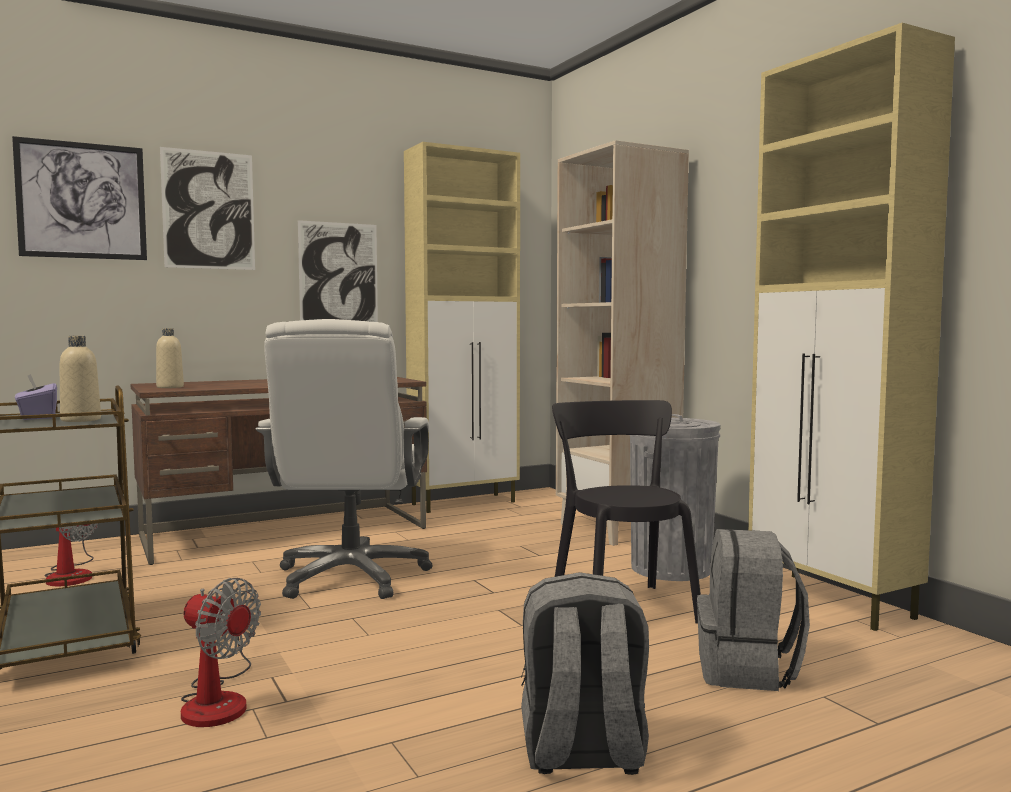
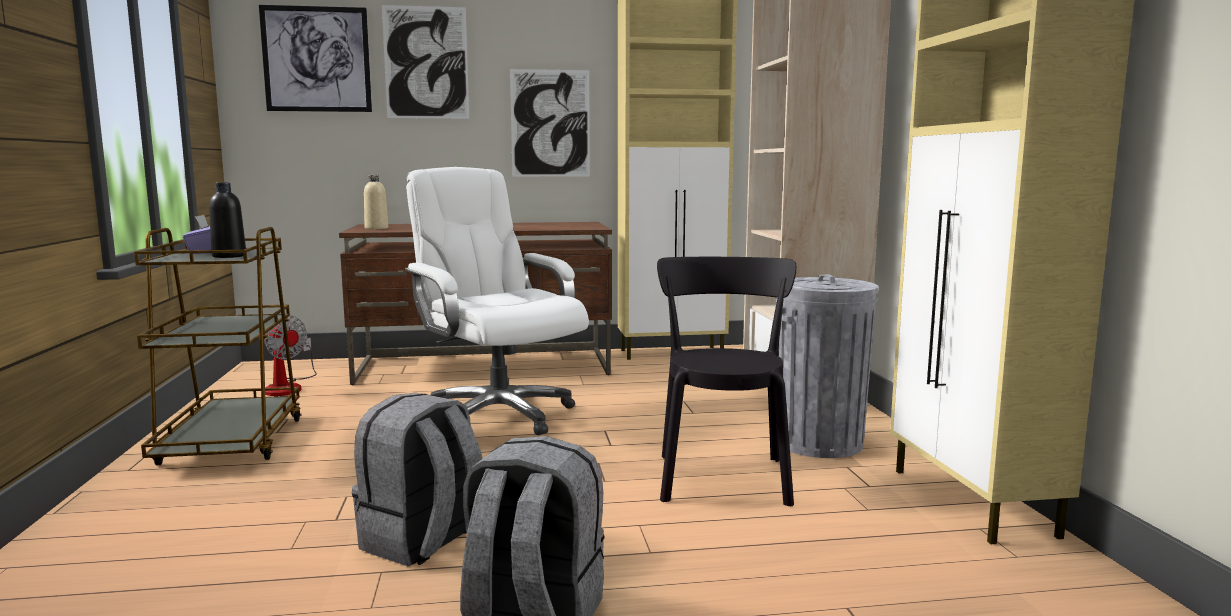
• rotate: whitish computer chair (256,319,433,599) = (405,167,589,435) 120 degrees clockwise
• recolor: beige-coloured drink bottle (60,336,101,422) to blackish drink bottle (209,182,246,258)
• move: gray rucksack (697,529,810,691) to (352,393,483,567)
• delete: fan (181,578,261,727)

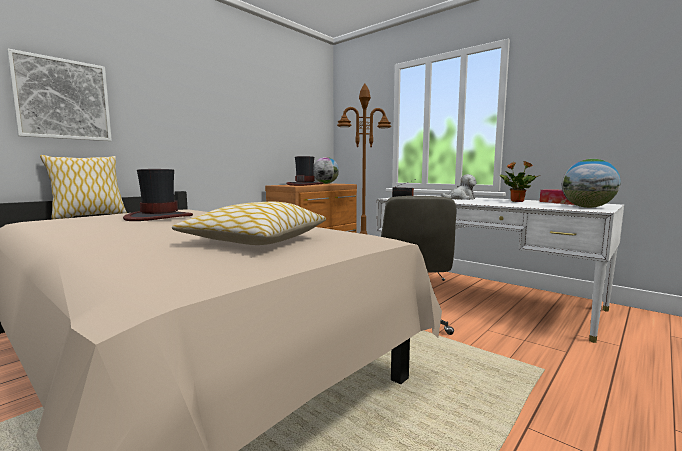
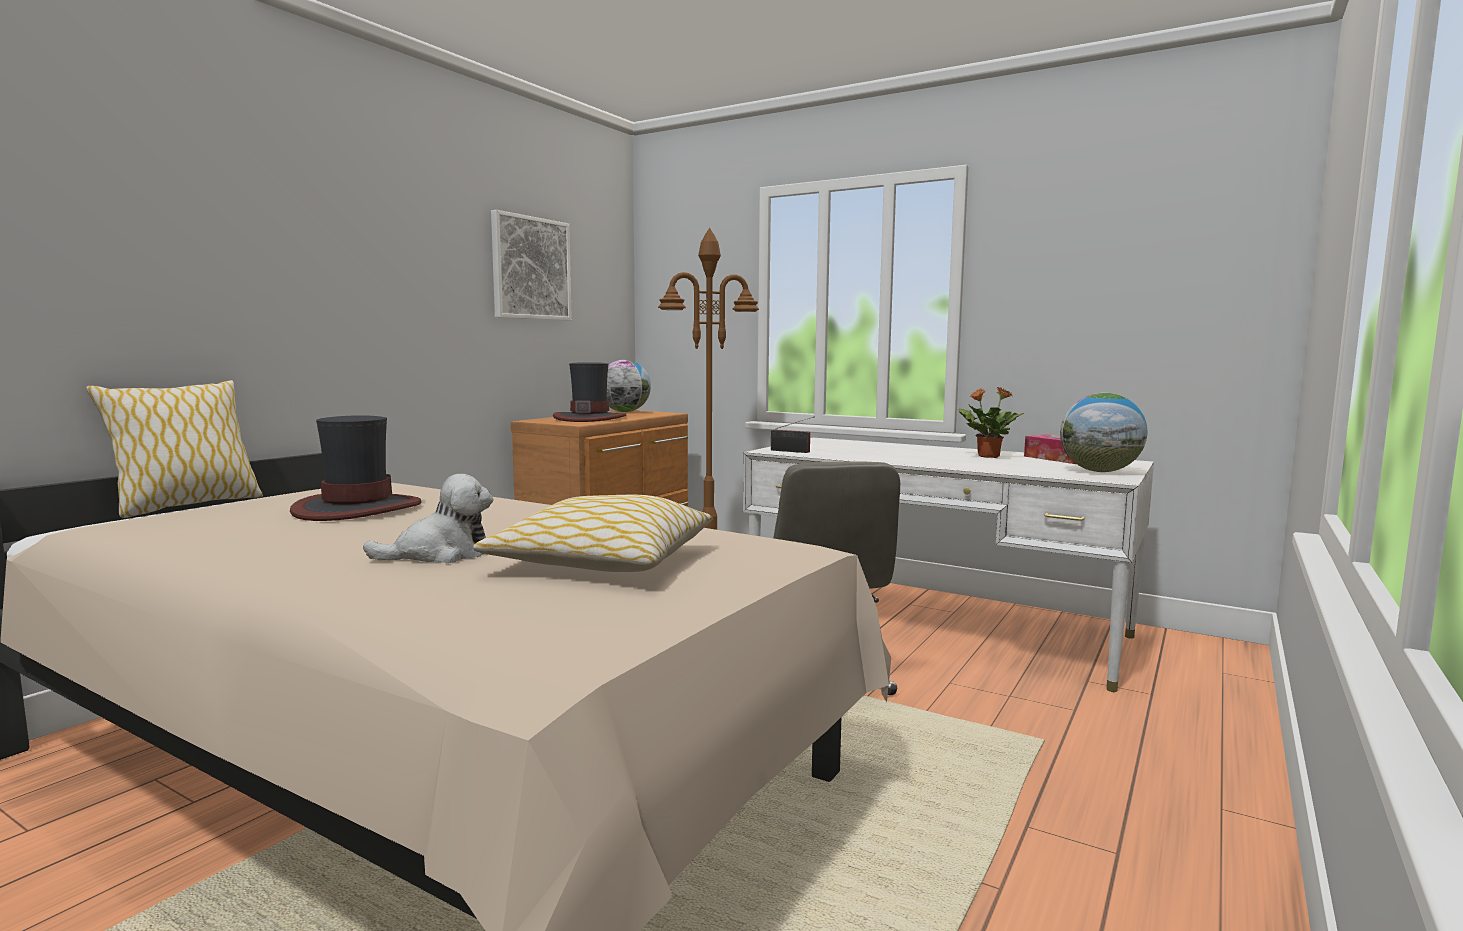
• move: picture (7,49,112,141) to (491,210,572,320)
• move: soft toy (441,174,477,200) to (363,474,494,563)

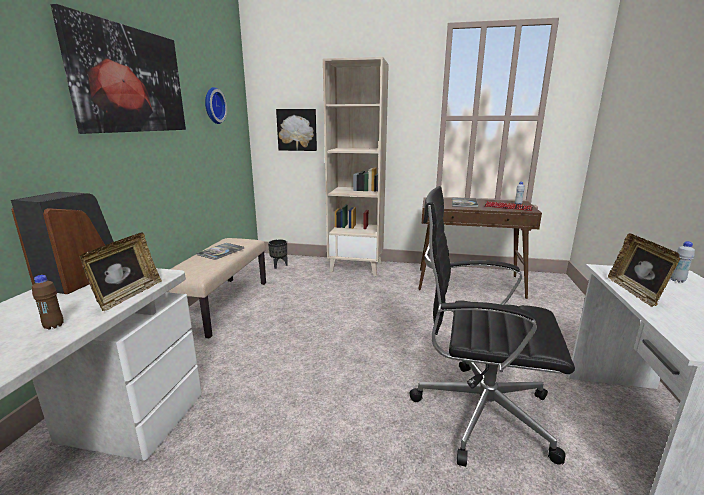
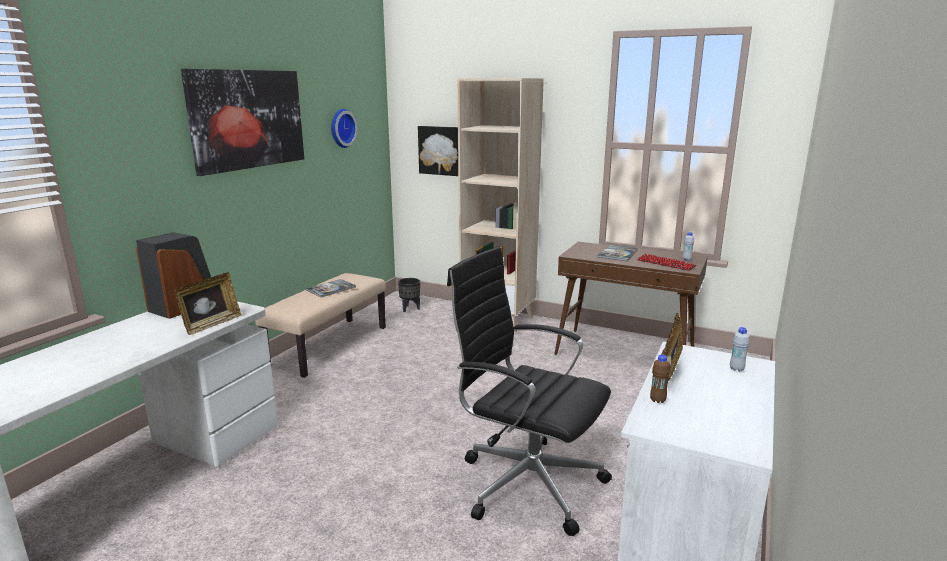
• move: brown drink bottle (32,275,64,330) to (650,354,670,403)

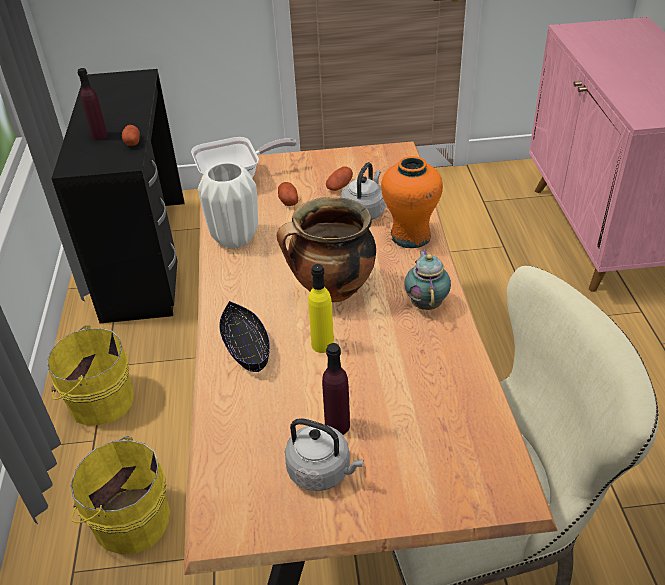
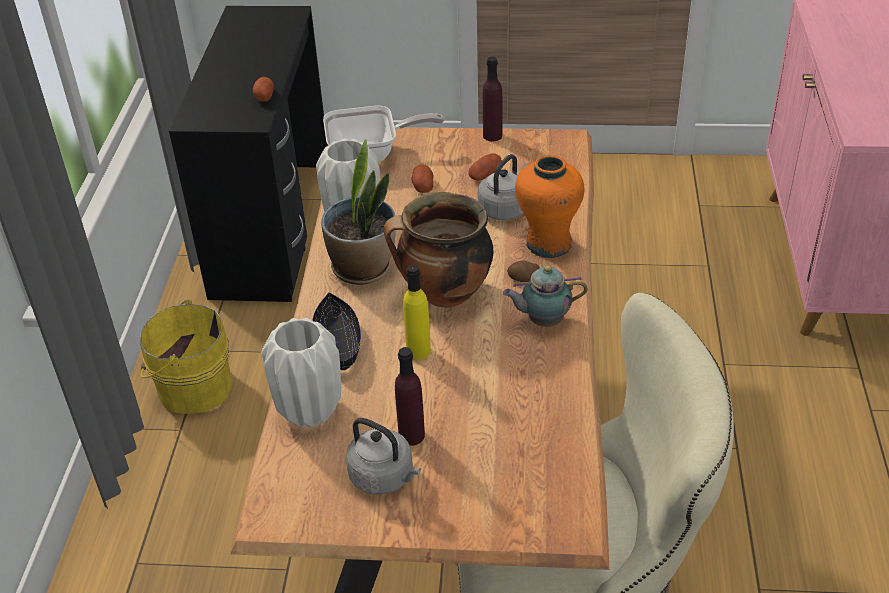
• move: purple drink bottle (78,68,108,140) to (483,57,502,141)
• rotate: tea pot (404,249,451,310) = (503,266,587,327) 105 degrees counterclockwise
• delete: yellow bucket (71,436,170,554)
• insert: potted plant (321,140,396,285)
• insert: spud (507,261,540,282)
• insert: whitish decorative vase (261,318,341,428)

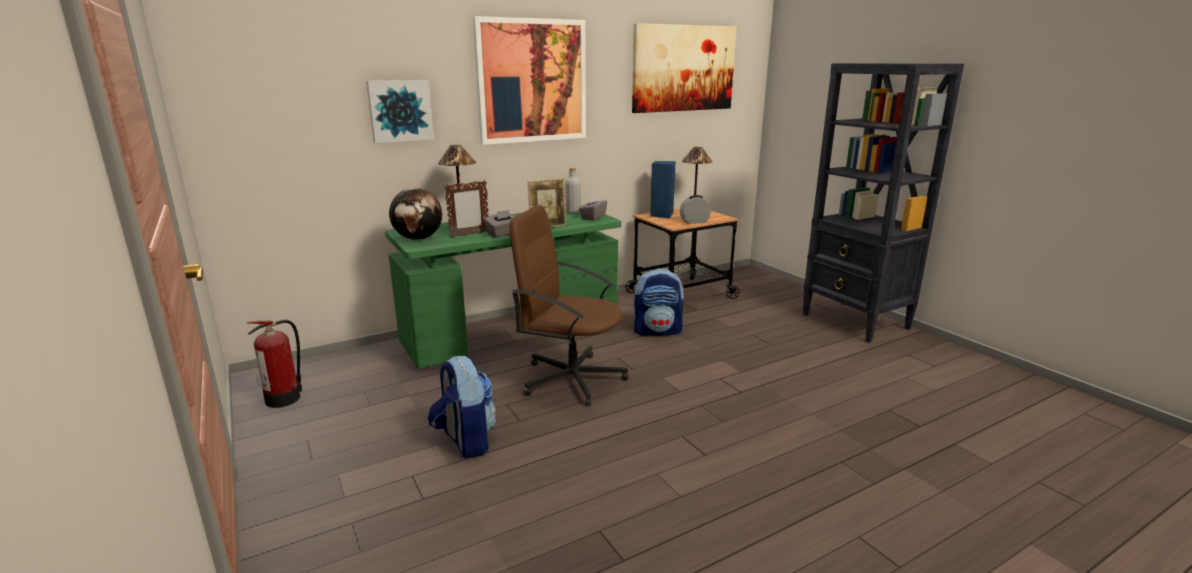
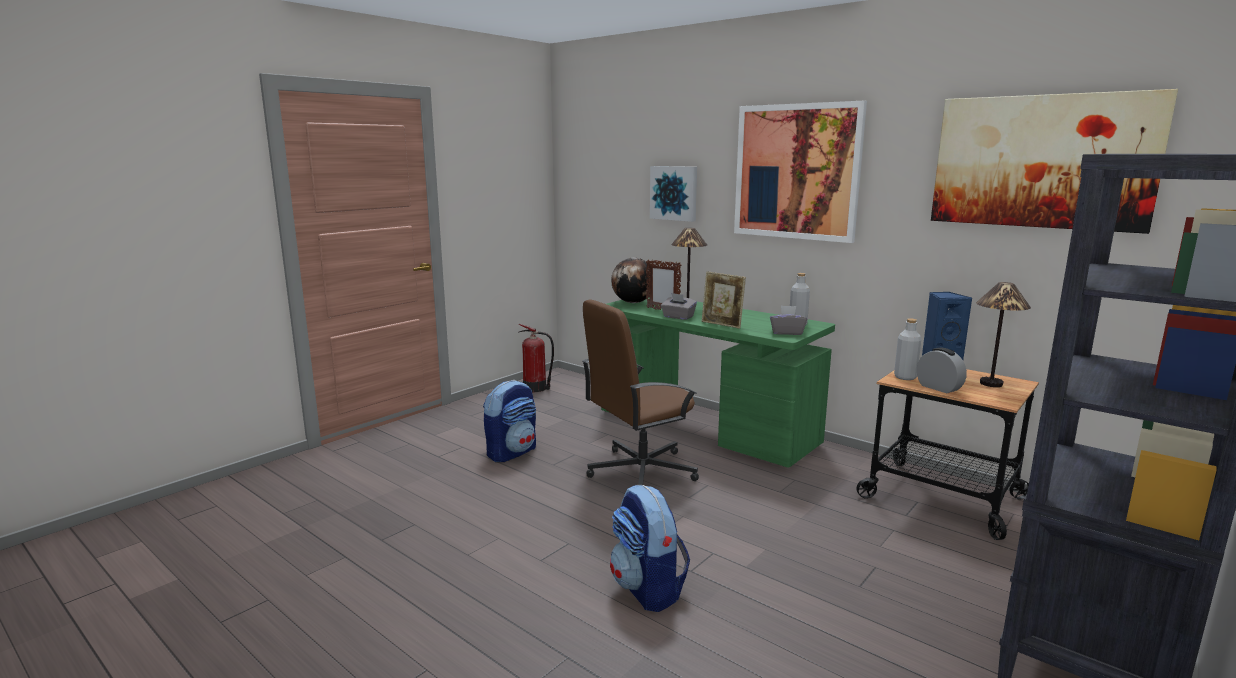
• rotate: brown computer chair (509,205,629,406) = (582,299,699,485) 120 degrees counterclockwise
• move: rucksack (634,269,684,336) to (610,485,690,612)
• insert: gray drink bottle (894,319,921,380)

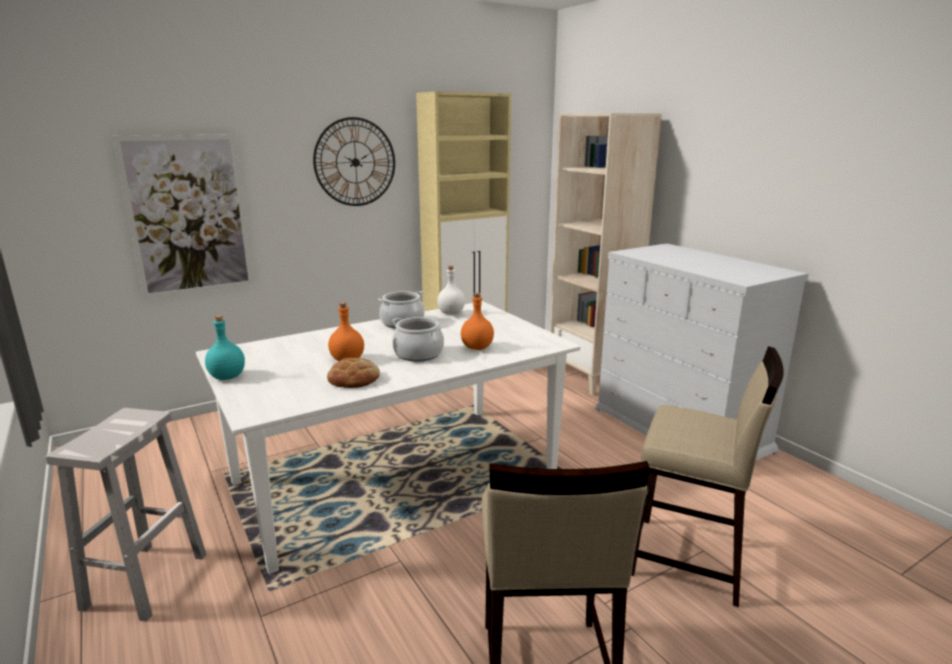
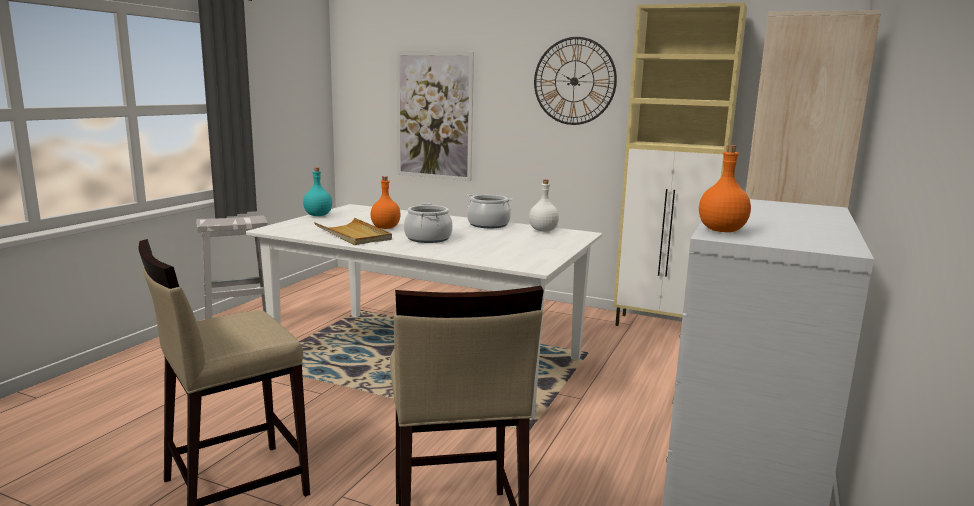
• move: orange-coloured drink bottle (461,293,494,350) to (699,145,751,232)
• replace: bread (327,358,380,388) to beige-coloured carrying tray (314,218,392,245)

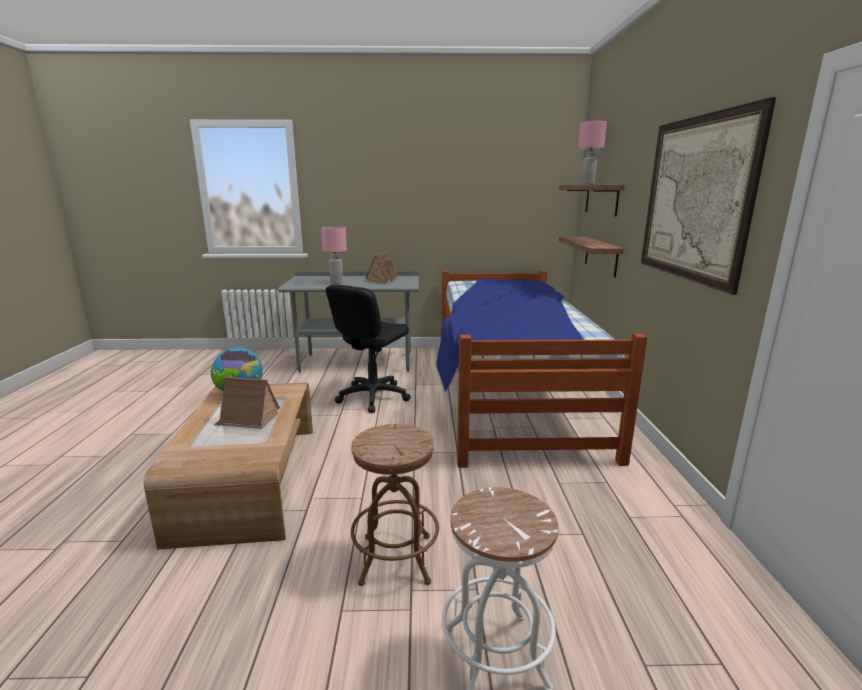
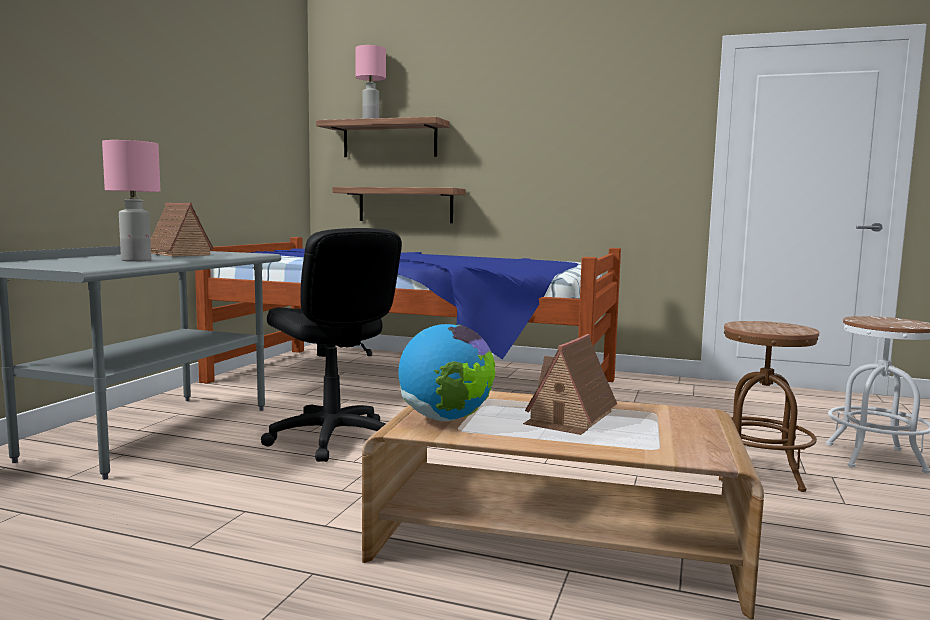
• delete: picture (641,97,776,295)

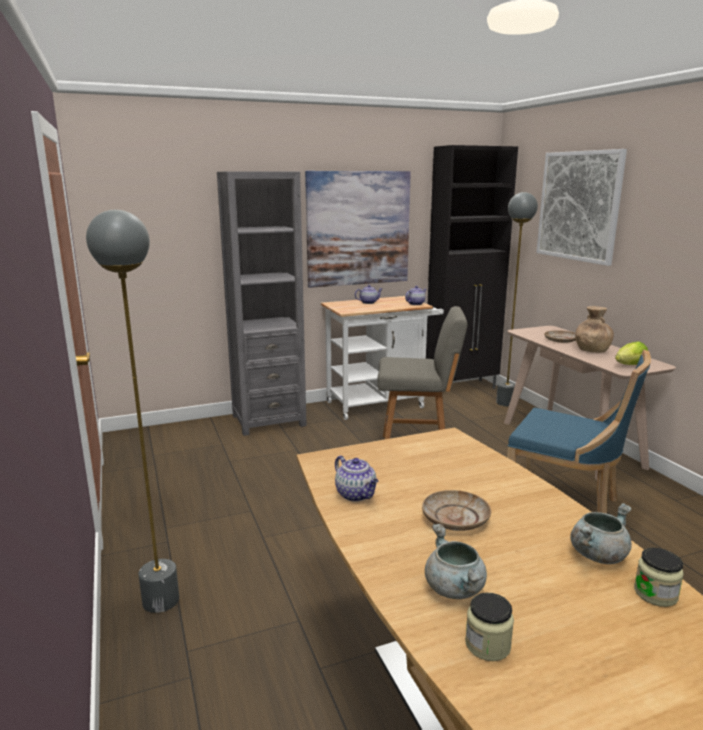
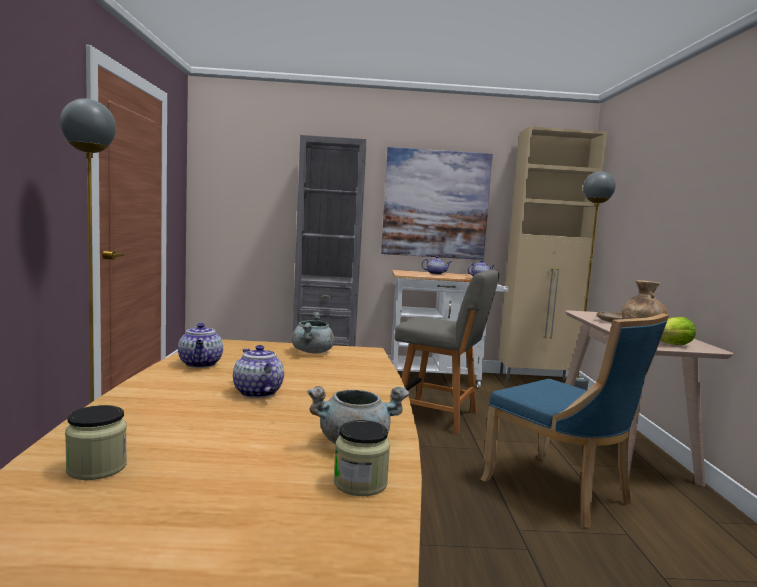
• recolor: blackish storage cabinet (426,145,518,389) to beige-coloured storage cabinet (499,126,607,383)
• delete: picture (536,149,627,266)
• replace: beige-coloured dinner plate (422,490,491,531) to tea pot (233,345,284,398)
• move: gray saucepot (425,524,487,599) to (292,312,334,354)

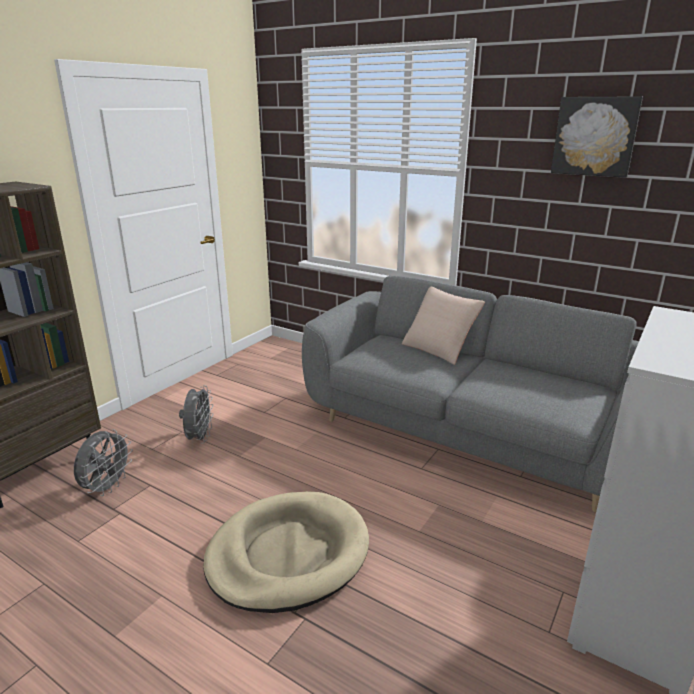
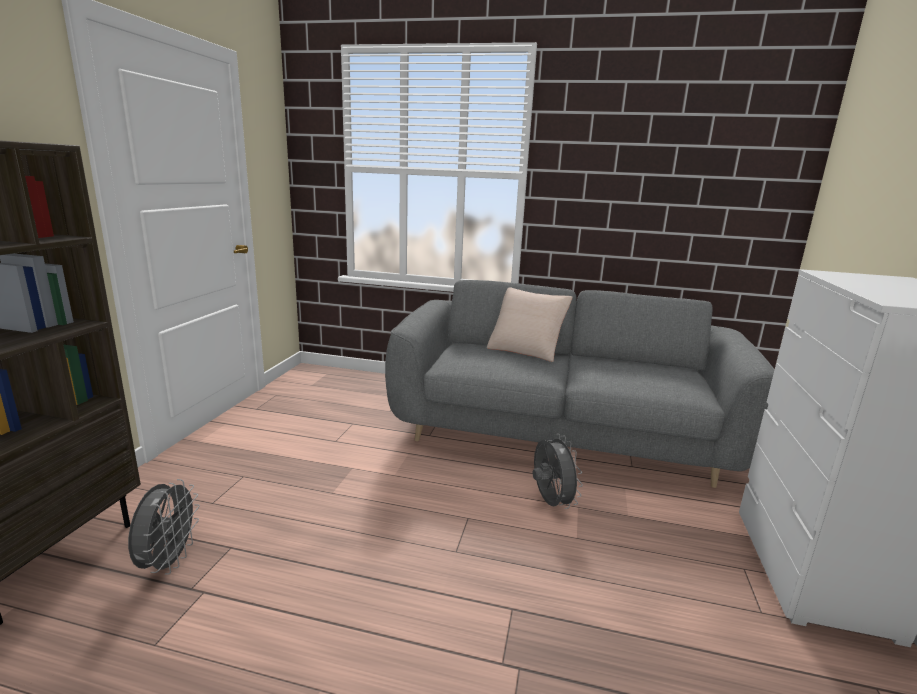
• delete: picture (551,96,643,178)
• move: gray fan (179,385,214,444) to (532,434,583,509)
• delete: beige-coloured pet bed (203,491,369,613)

